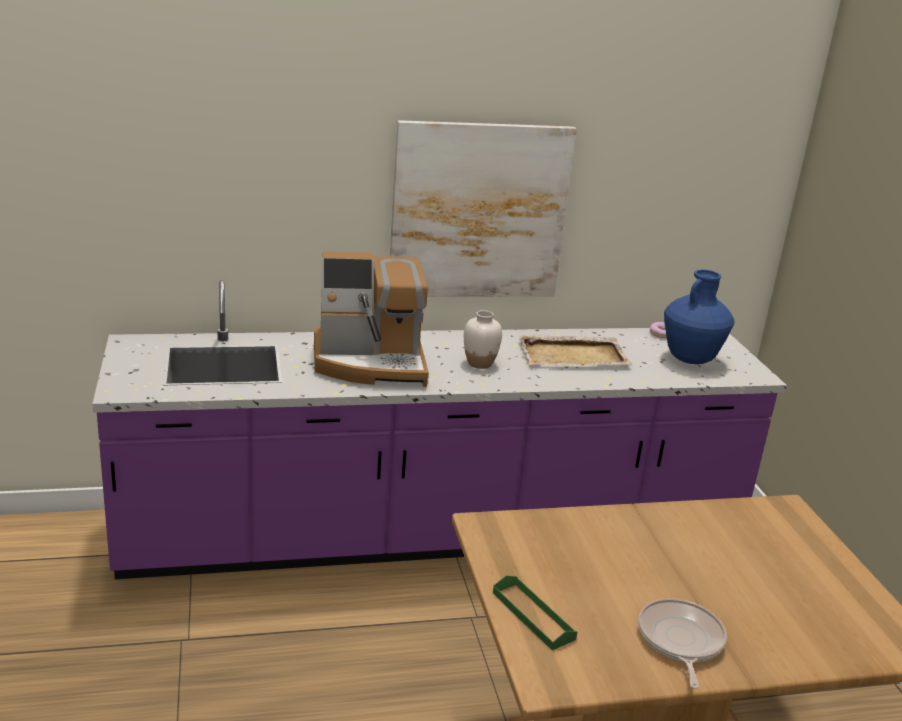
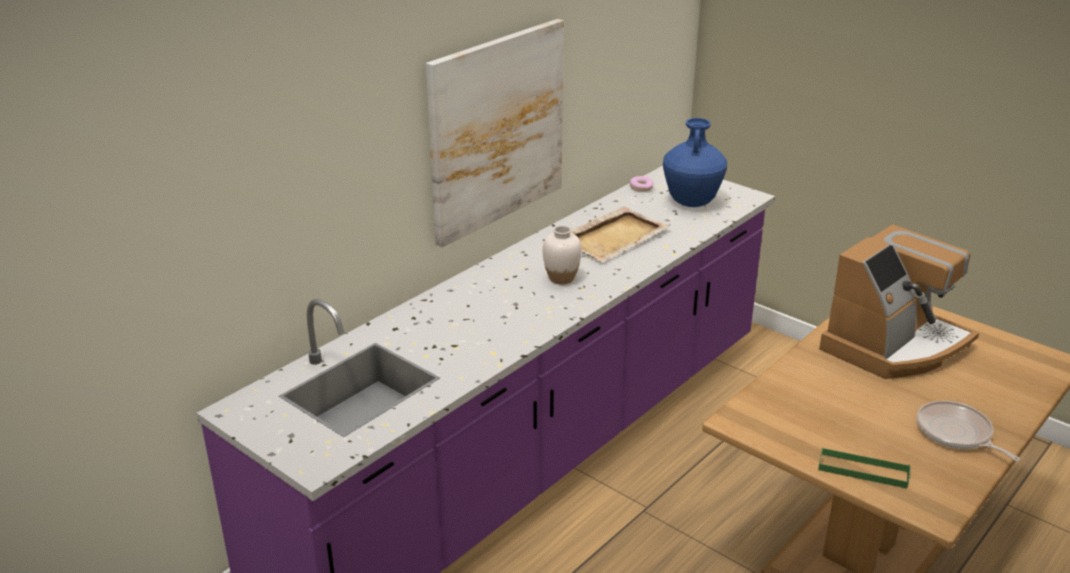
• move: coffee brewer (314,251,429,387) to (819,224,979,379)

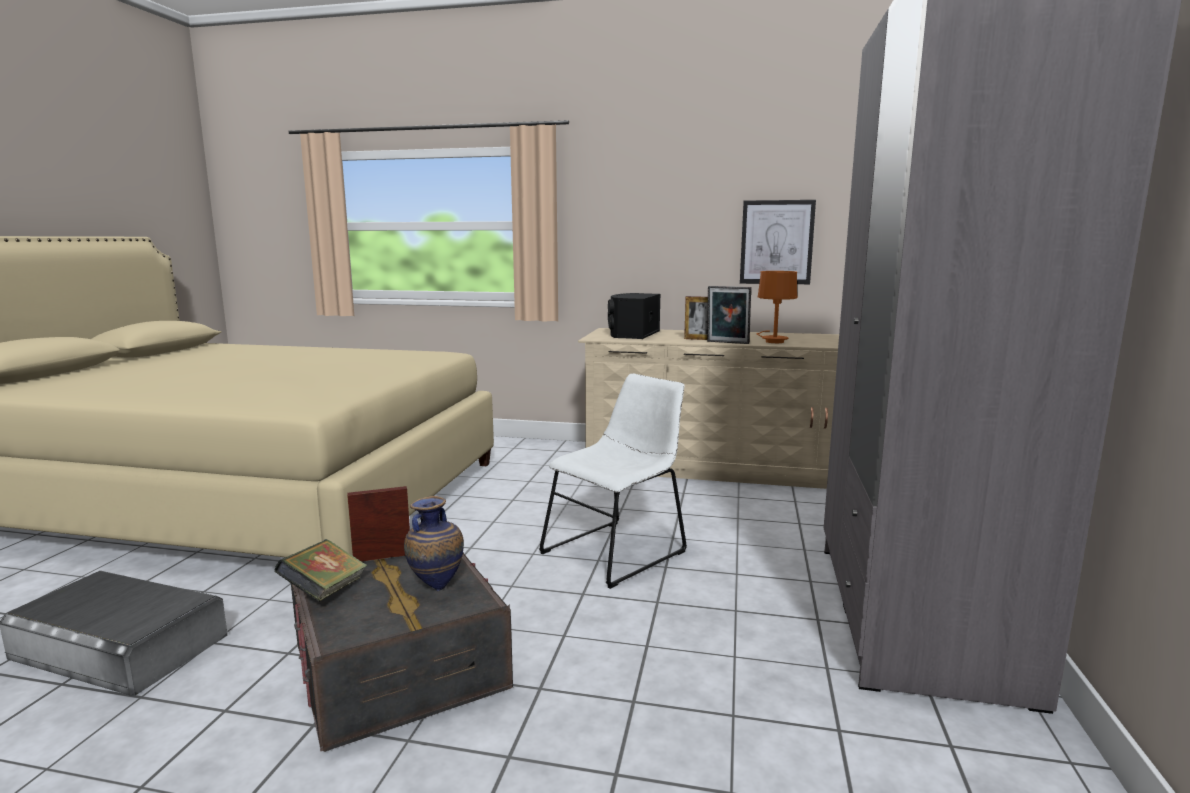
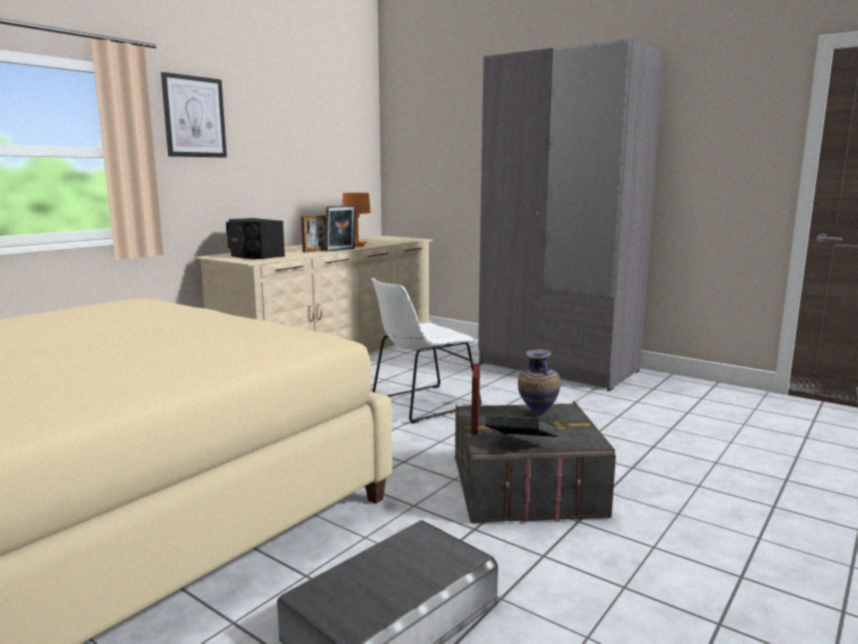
• move: picture (740,200,816,284) to (161,72,227,158)
• rotate: whitish upright chair (539,373,687,589) = (371,278,482,424) 105 degrees counterclockwise

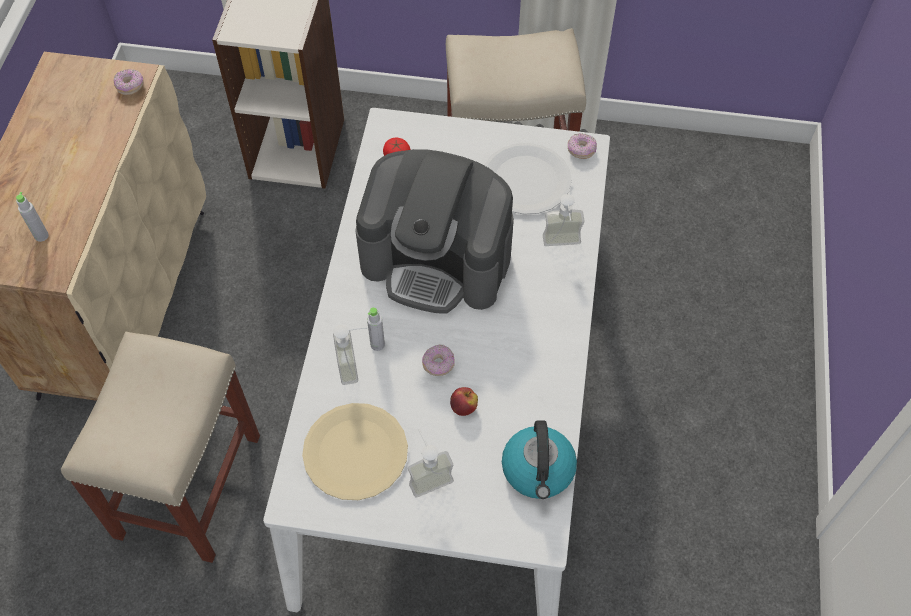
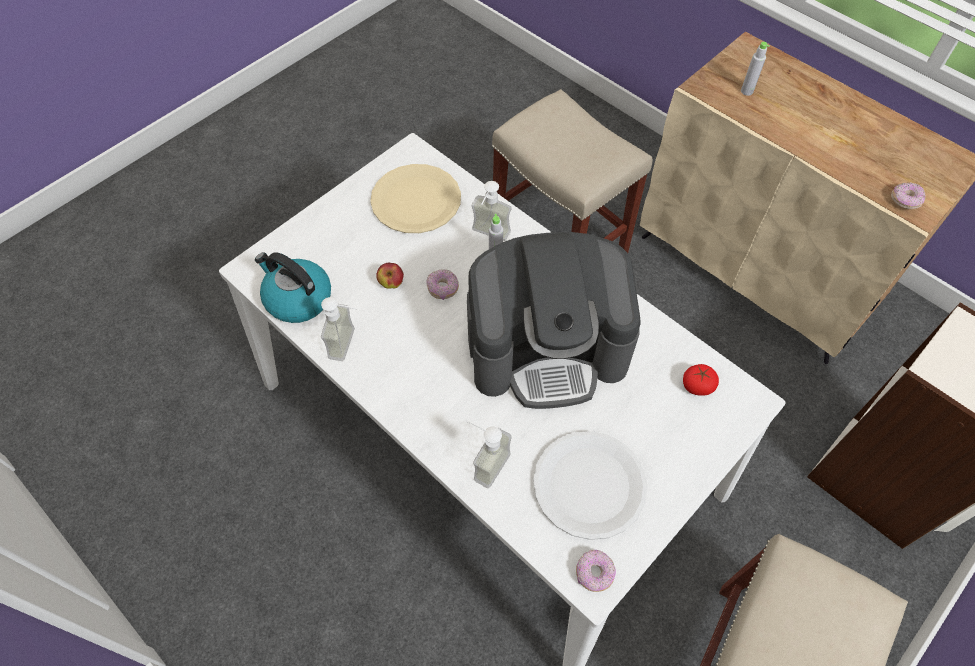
• rotate: coffee brewer (355,149,514,314) = (467,232,641,409) 150 degrees counterclockwise
• move: liquid soap bottle (408,429,454,497) to (321,297,357,361)

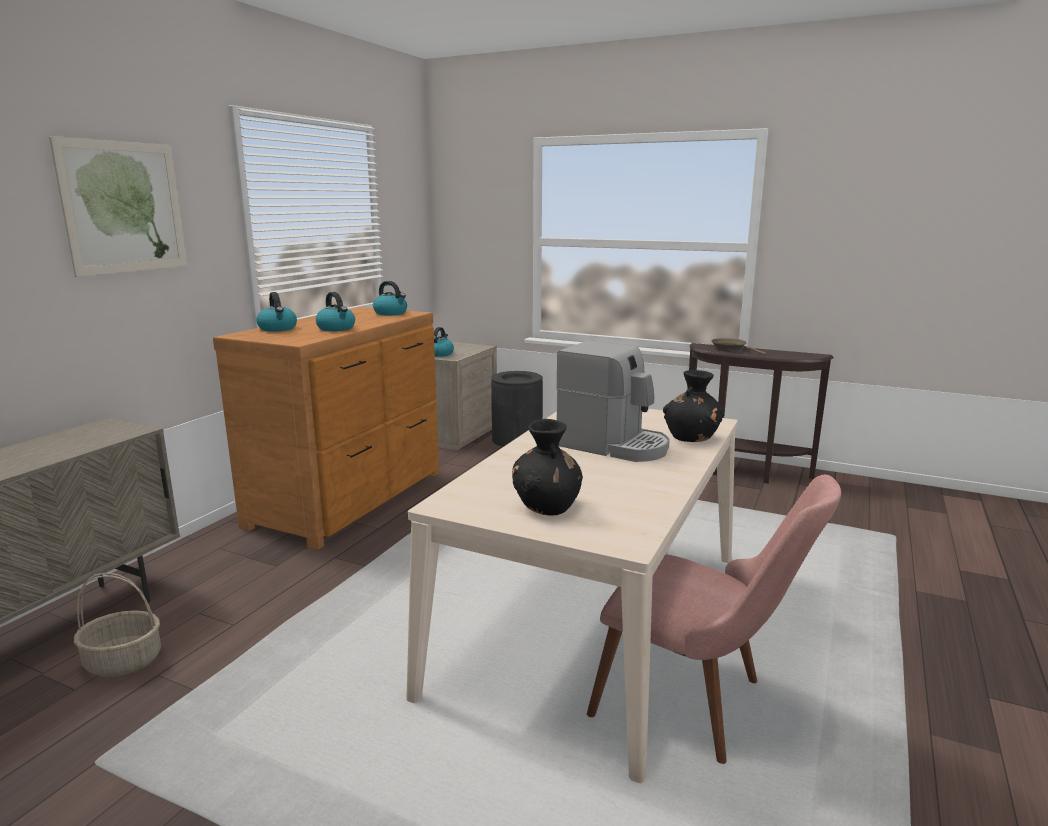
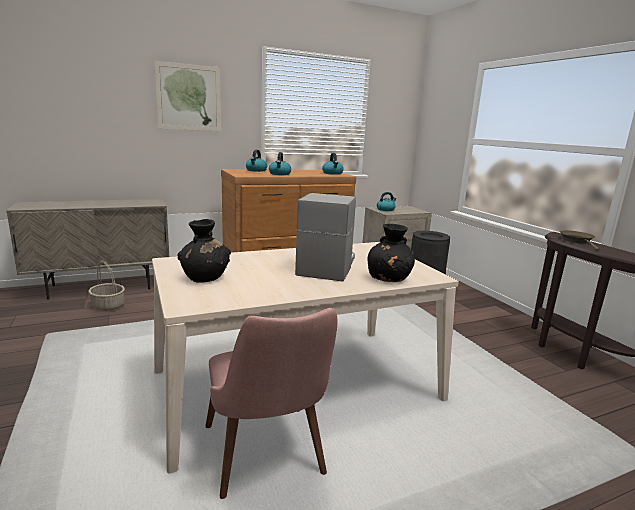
• rotate: coffee brewer (556,340,670,462) = (295,193,356,281) 150 degrees counterclockwise

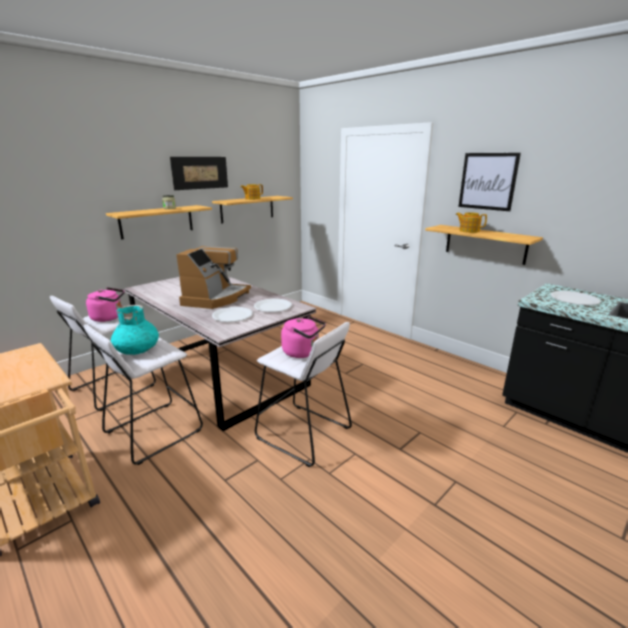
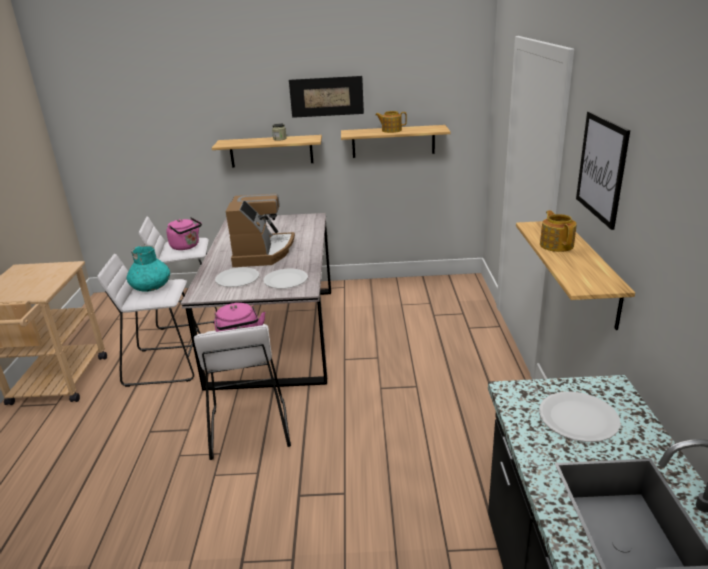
• rotate: coffee brewer (176,246,251,309) = (226,194,295,267) 60 degrees counterclockwise

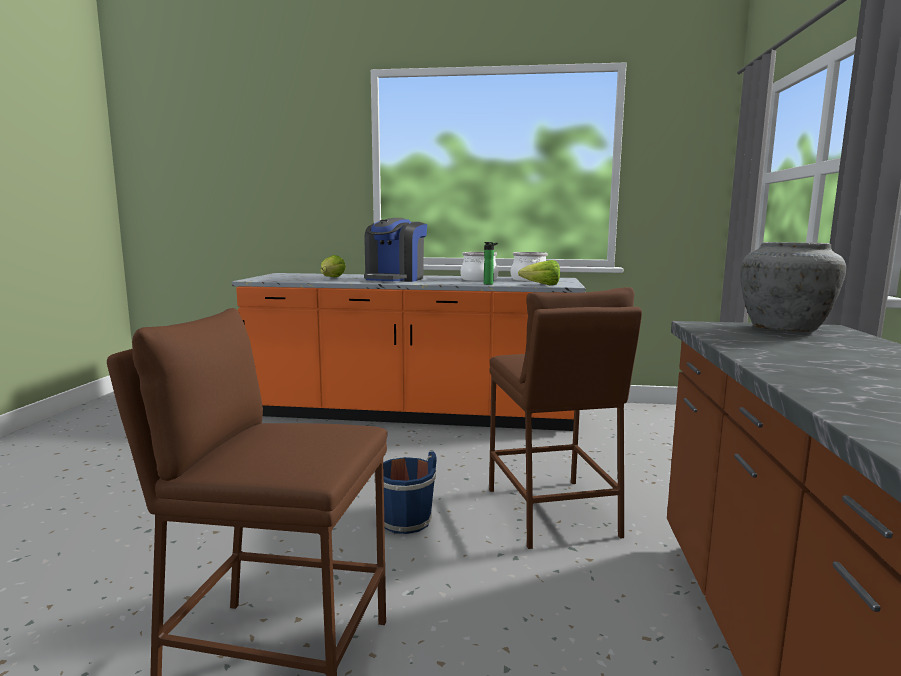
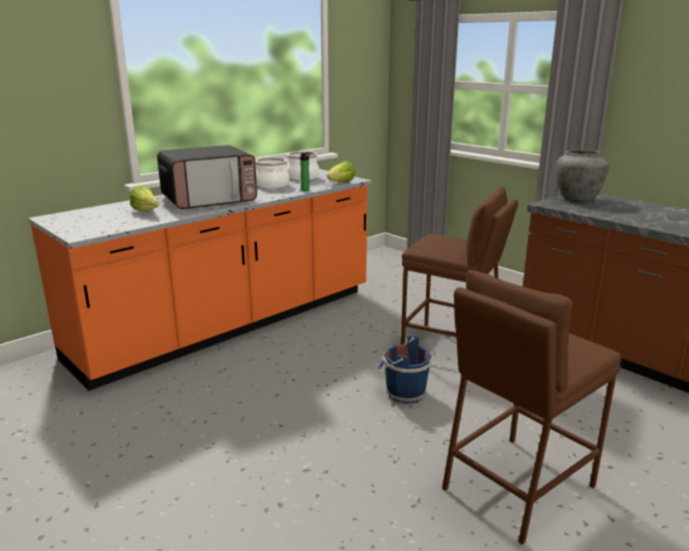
• replace: coffee brewer (364,218,427,282) to kitchen microwave (157,145,257,209)

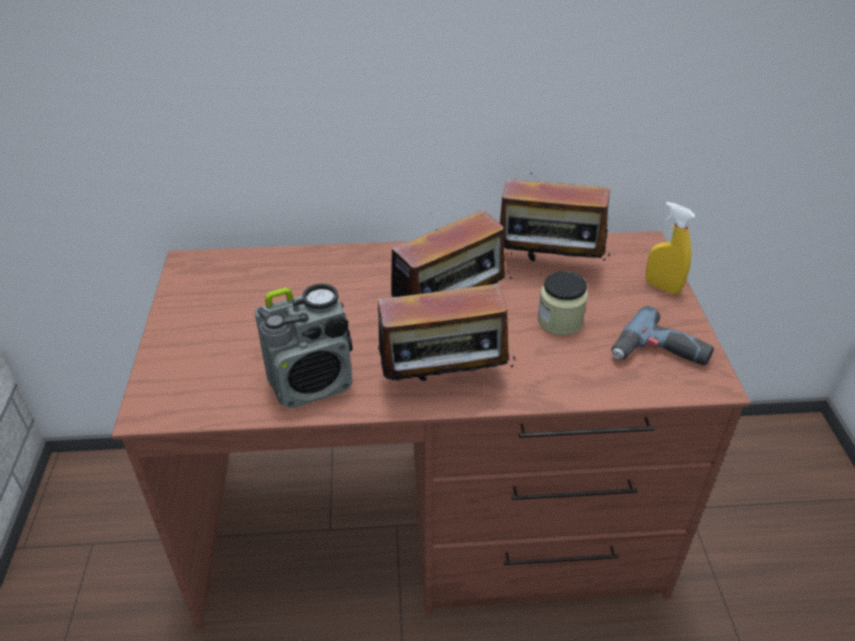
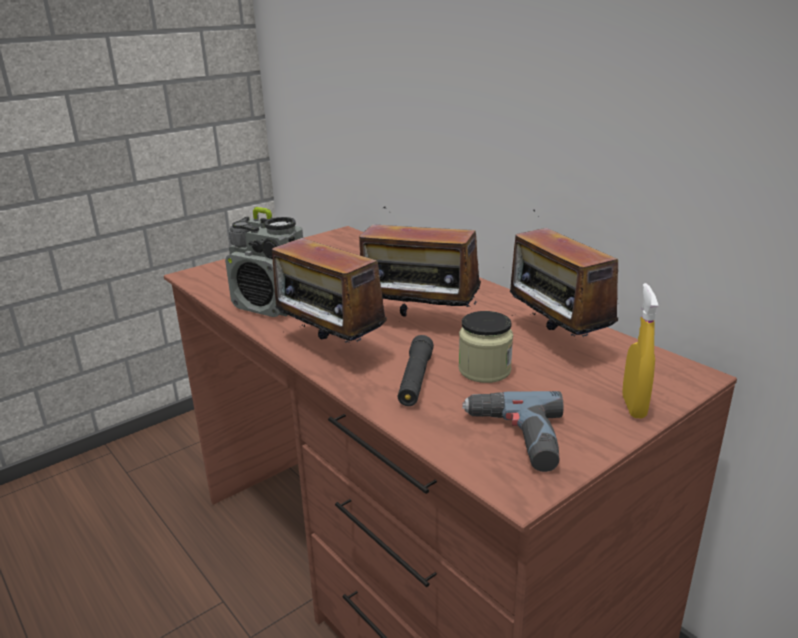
• insert: blackish hand torch (398,335,434,406)

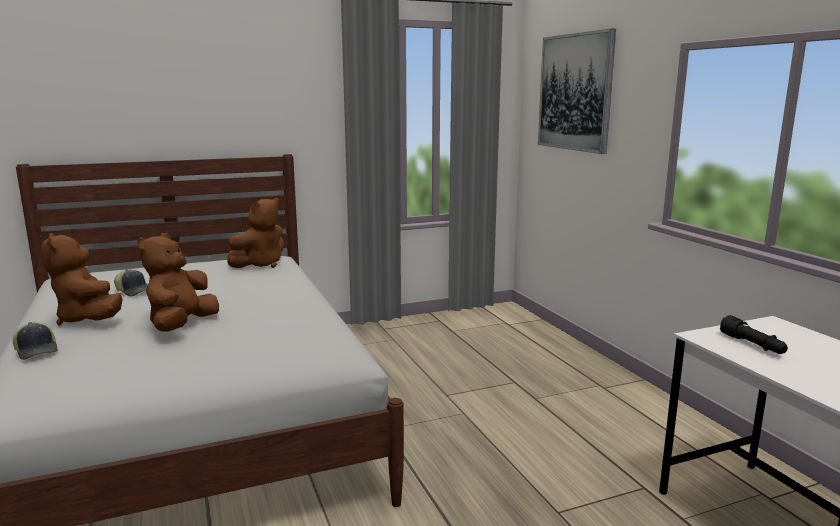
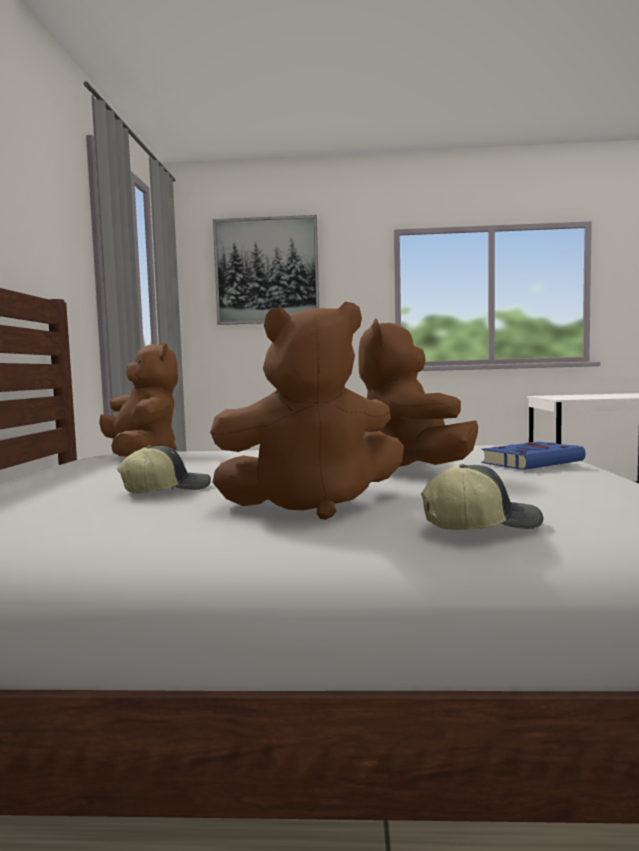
• rotate: brown soft toy (137,233,219,332) = (358,319,478,467) 45 degrees clockwise
• delete: blackish hand torch (720,315,788,354)
• insert: blue volume (481,442,586,470)

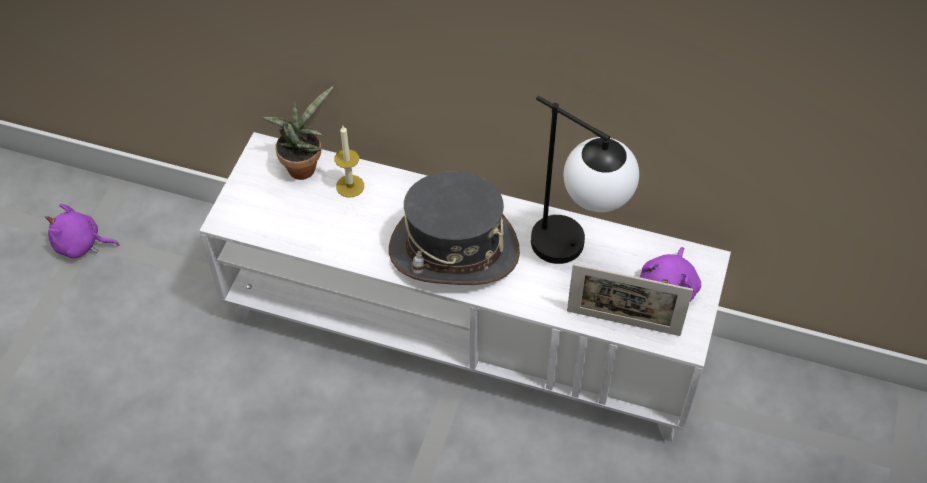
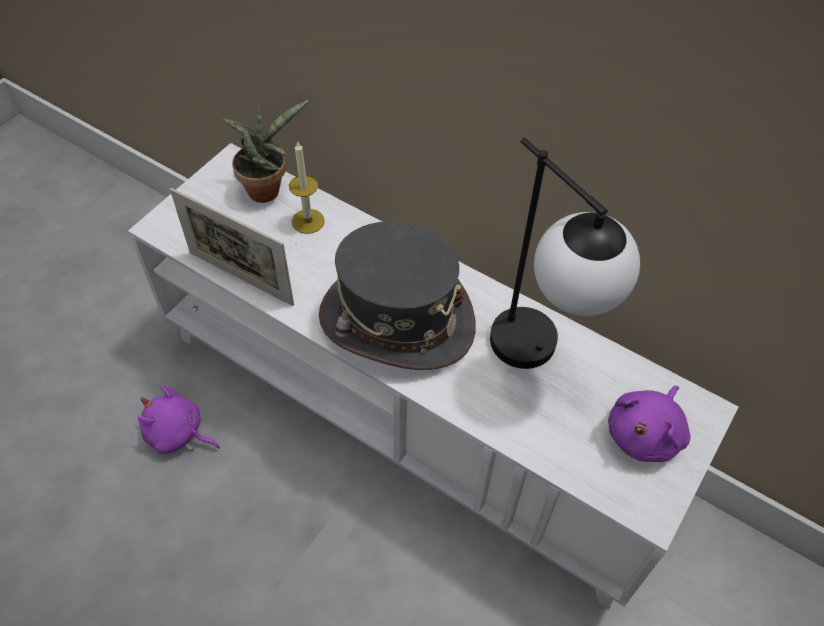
• move: purple soft toy (45,204,120,258) to (138,386,220,454)
• move: standing frame (567,264,693,336) to (170,188,294,306)

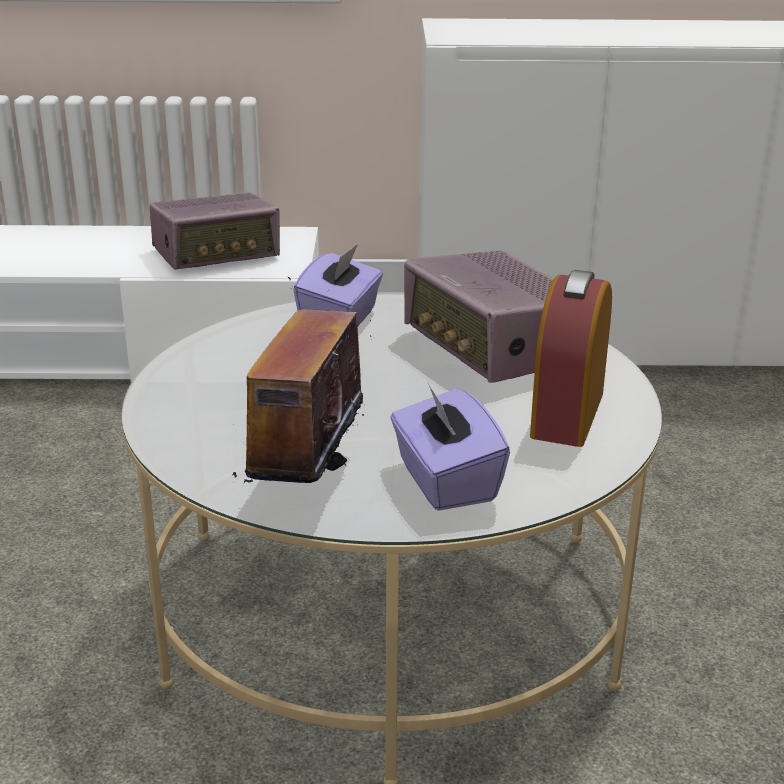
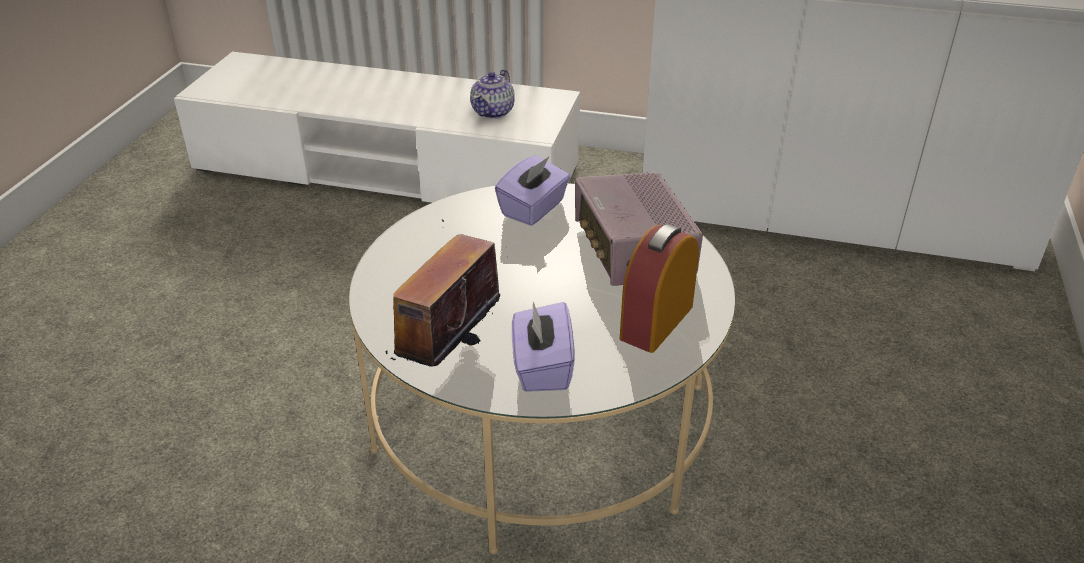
• replace: radio set (150,193,280,270) to tea pot (470,69,515,119)

